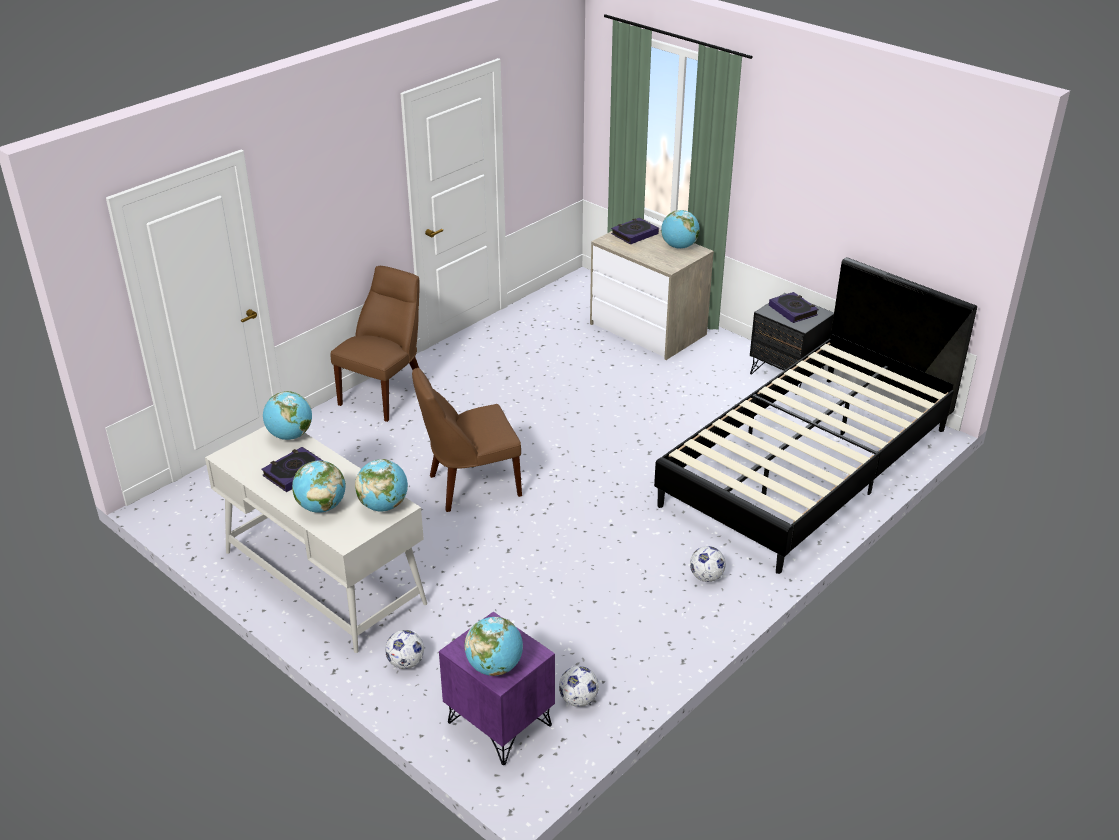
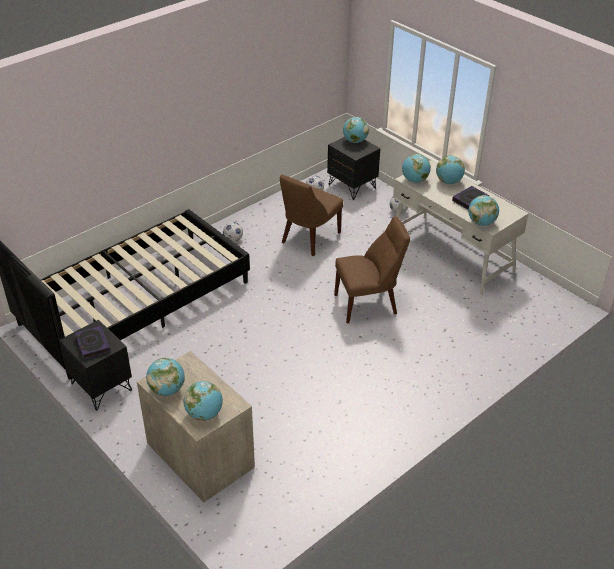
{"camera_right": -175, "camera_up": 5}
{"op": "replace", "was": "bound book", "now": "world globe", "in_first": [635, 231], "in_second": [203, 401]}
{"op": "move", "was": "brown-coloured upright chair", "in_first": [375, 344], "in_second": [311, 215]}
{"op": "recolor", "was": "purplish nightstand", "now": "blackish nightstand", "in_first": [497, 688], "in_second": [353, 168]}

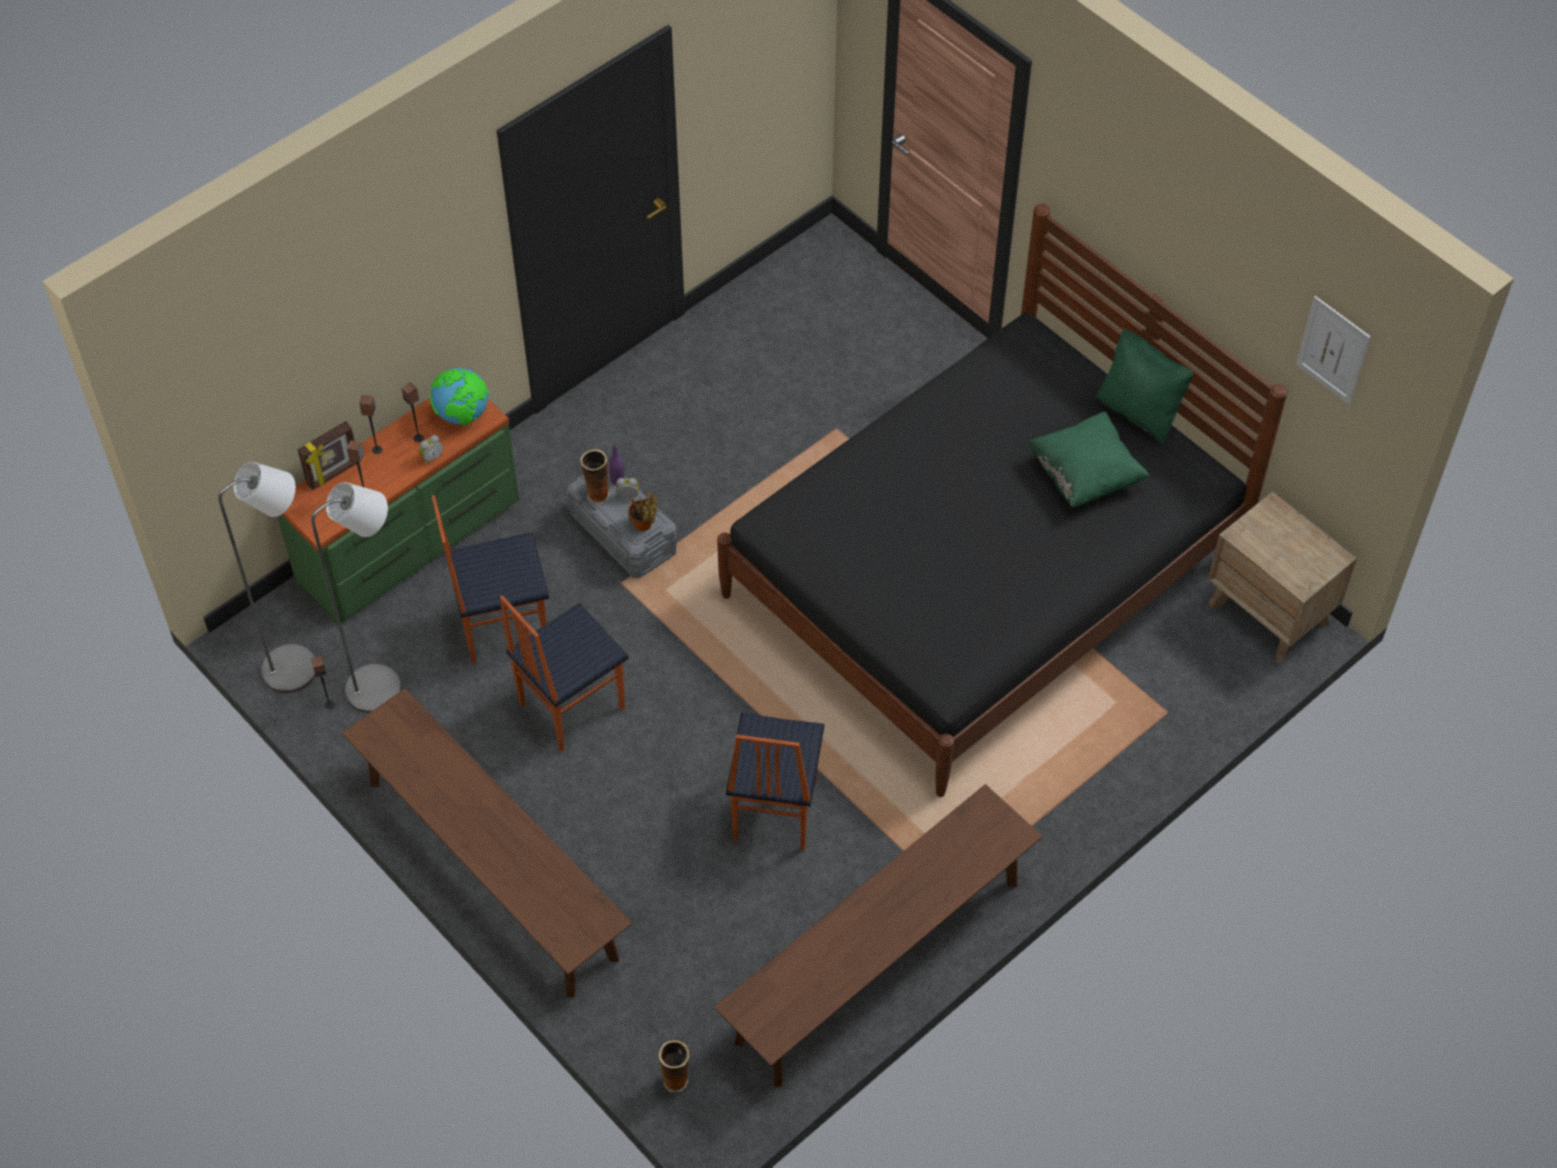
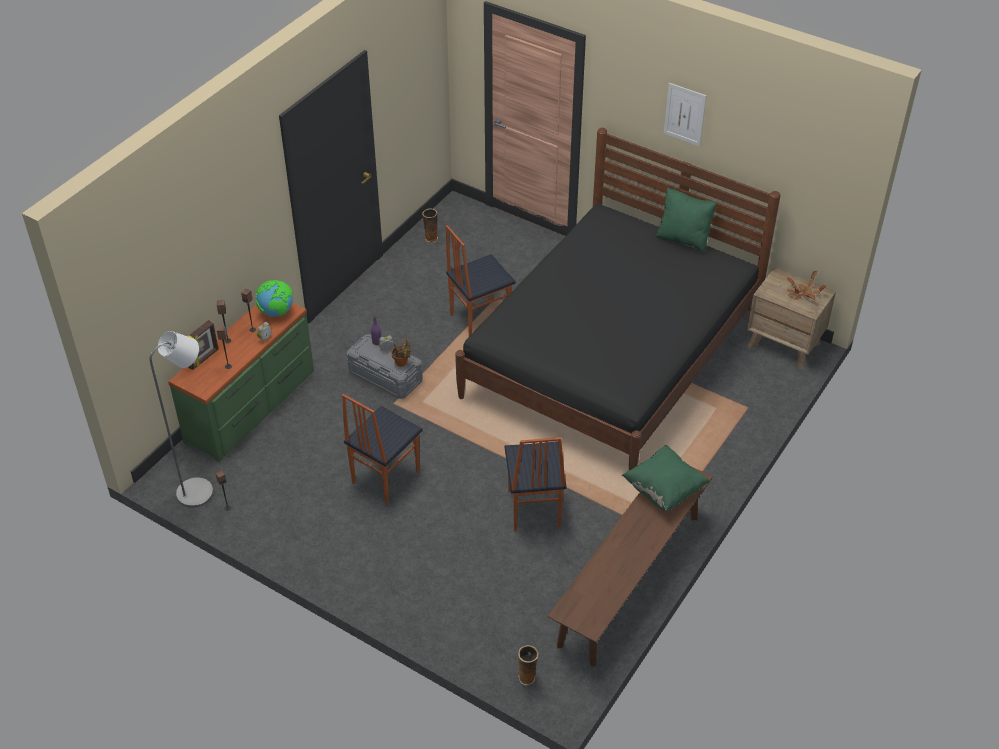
{"camera_right": -15, "camera_up": -10}
{"op": "move", "was": "wall picture", "in_first": [1333, 350], "in_second": [685, 114]}
{"op": "move", "was": "green pillow", "in_first": [1088, 459], "in_second": [666, 478]}
{"op": "move", "was": "flower vase", "in_first": [595, 476], "in_second": [430, 225]}
{"op": "delete", "was": "greyish standing lamp", "in_first": [356, 597]}
{"op": "move", "was": "upright chair", "in_first": [490, 579], "in_second": [481, 280]}
{"op": "delete", "was": "brown-coloured bench", "in_first": [487, 843]}
{"op": "insert", "now": "potted plant", "in_second": [806, 285]}

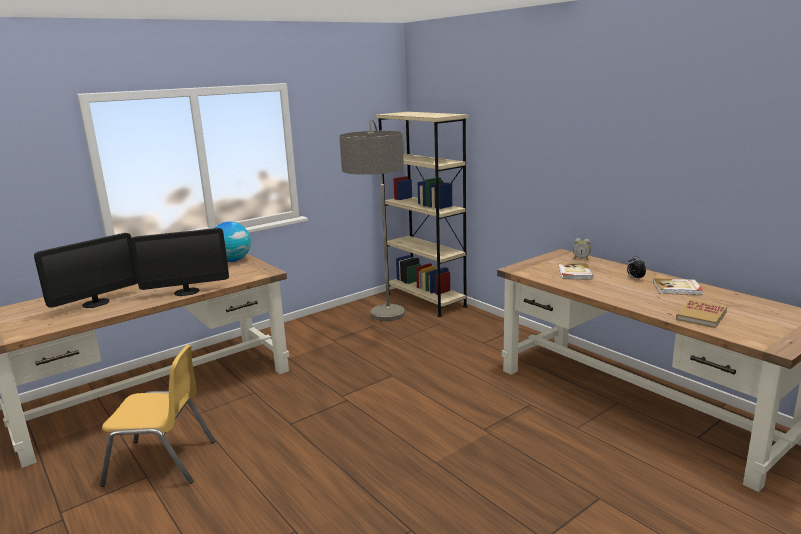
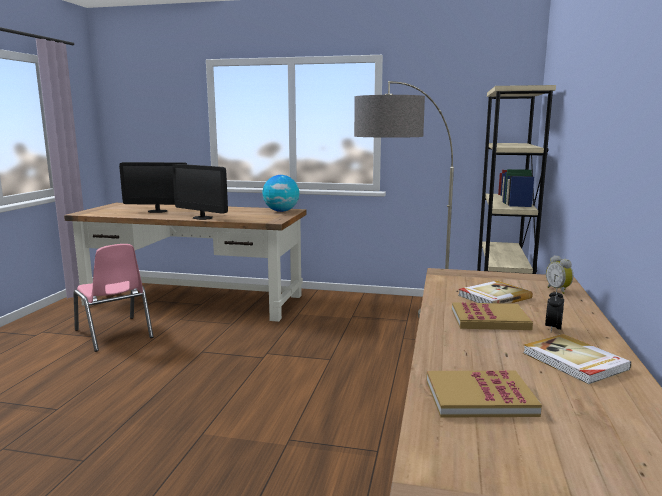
{"camera_right": 50, "camera_up": -5}
{"op": "recolor", "was": "yellowish upright chair", "now": "pink-coloured upright chair", "in_first": [157, 416], "in_second": [113, 298]}
{"op": "insert", "now": "bound book", "in_second": [492, 316]}

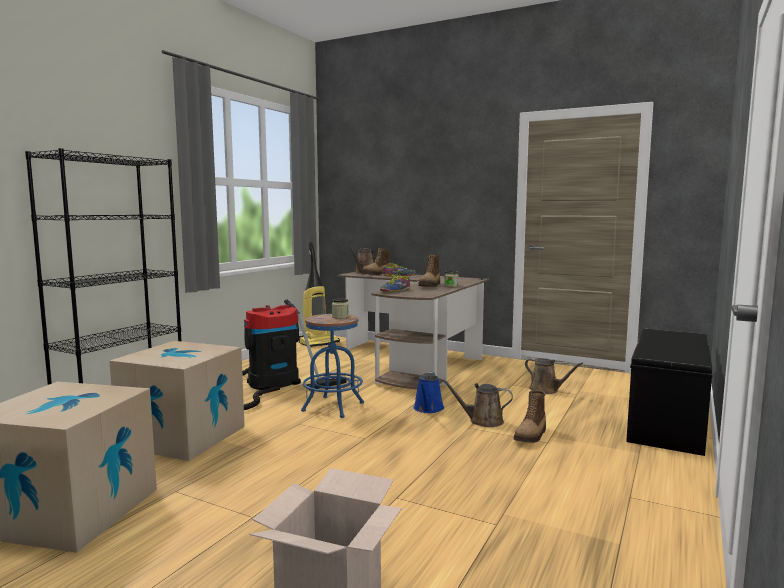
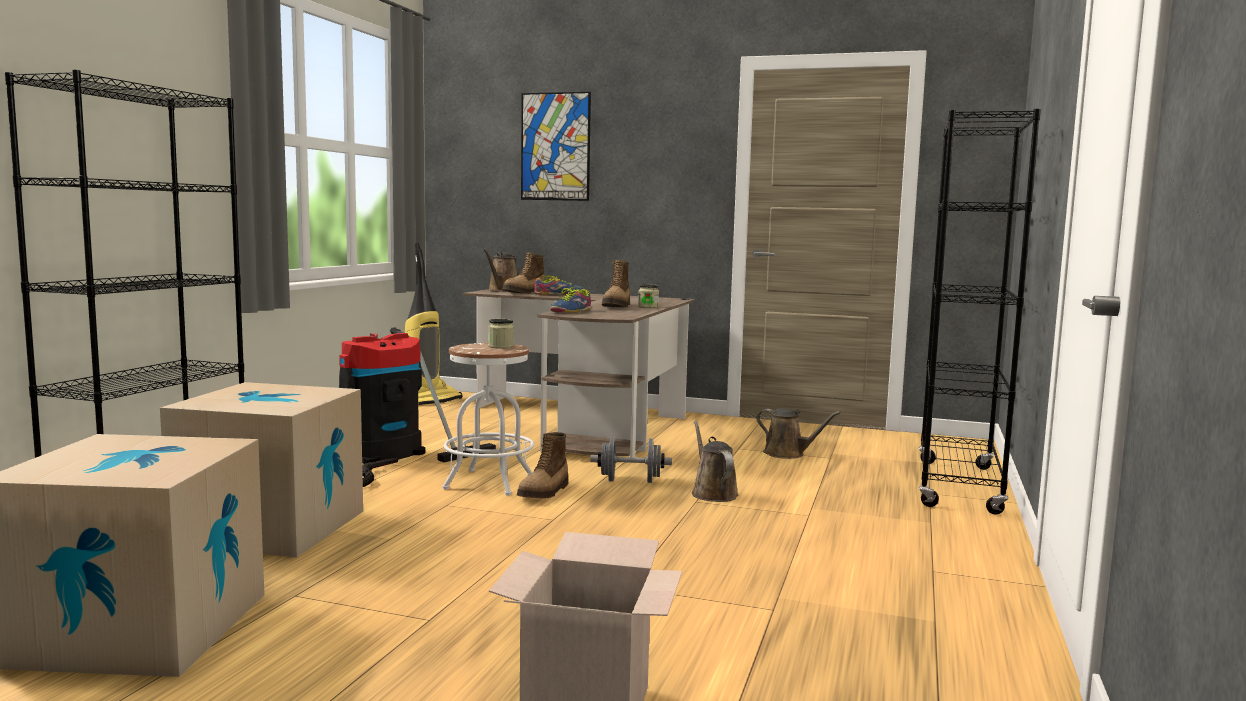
{"camera_right": -10, "camera_up": 0}
{"op": "recolor", "was": "blue stool", "now": "white stool", "in_first": [332, 366], "in_second": [488, 419]}
{"op": "replace", "was": "blackish bench", "now": "blackish bookcase", "in_first": [669, 392], "in_second": [980, 312]}
{"op": "replace", "was": "blue sprinkling can", "now": "greyish hand weight", "in_first": [429, 392], "in_second": [631, 460]}
{"op": "rotate", "was": "brown-coloured sprinkling can", "in_first": [477, 402], "in_second": [715, 461], "clockwise": 75}
{"op": "move", "was": "high-top boot", "in_first": [529, 416], "in_second": [543, 465]}
{"op": "insert", "now": "wall picture", "in_second": [556, 146]}

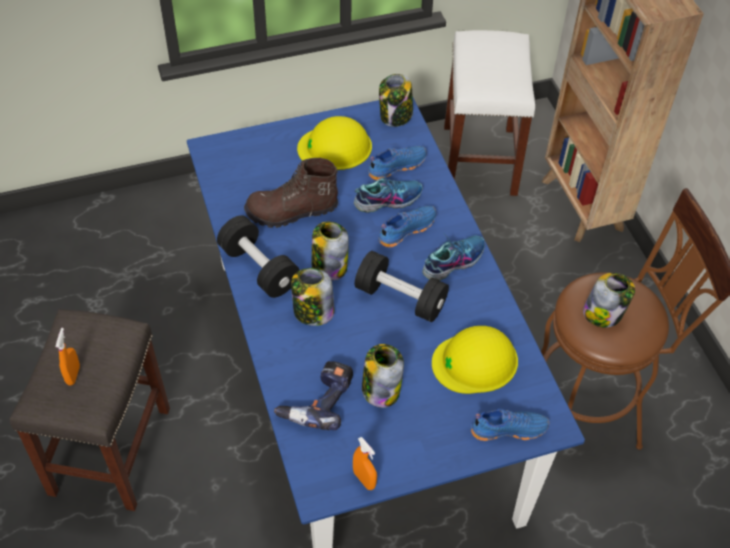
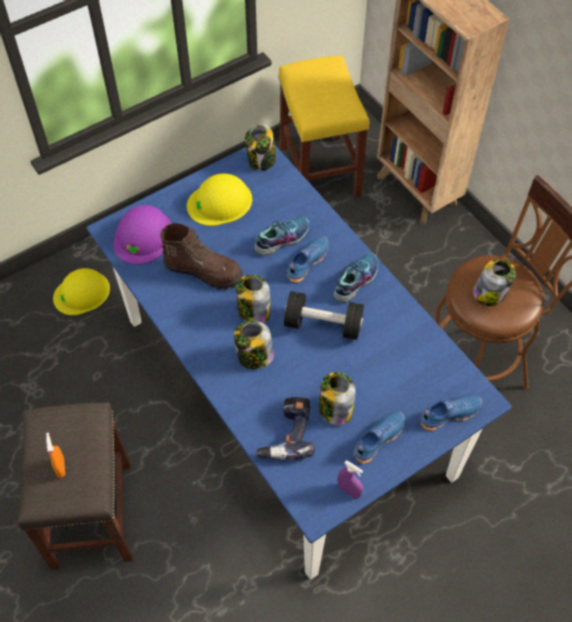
{"camera_right": -15, "camera_up": 5}
{"op": "recolor", "was": "white stool", "now": "yellowish stool", "in_first": [489, 113], "in_second": [323, 126]}
{"op": "move", "was": "blue shoe", "in_first": [397, 163], "in_second": [379, 437]}
{"op": "rotate", "was": "brown-coloured high-top boot", "in_first": [291, 193], "in_second": [201, 256], "clockwise": -135}
{"op": "delete", "was": "blackish hand weight", "in_first": [258, 256]}
{"op": "move", "was": "yellowish hard hat", "in_first": [475, 360], "in_second": [81, 291]}
{"op": "recolor", "was": "orange hand sprayer", "now": "purplish hand sprayer", "in_first": [365, 463], "in_second": [350, 479]}
{"op": "insert", "now": "purplish hard hat", "in_second": [142, 235]}

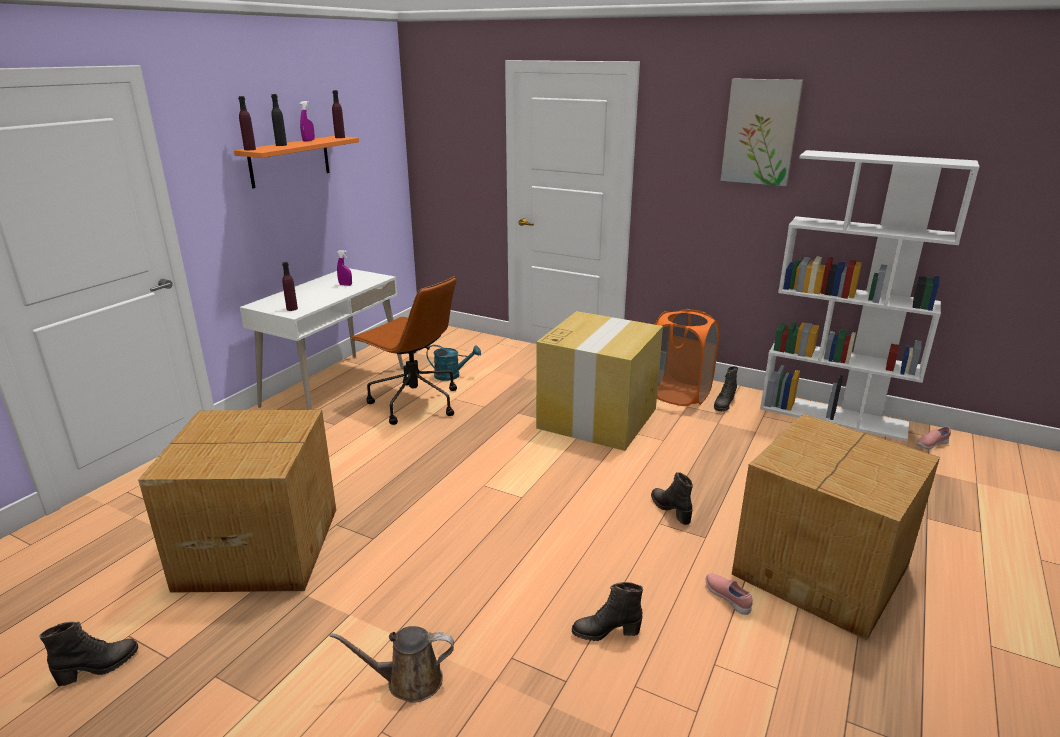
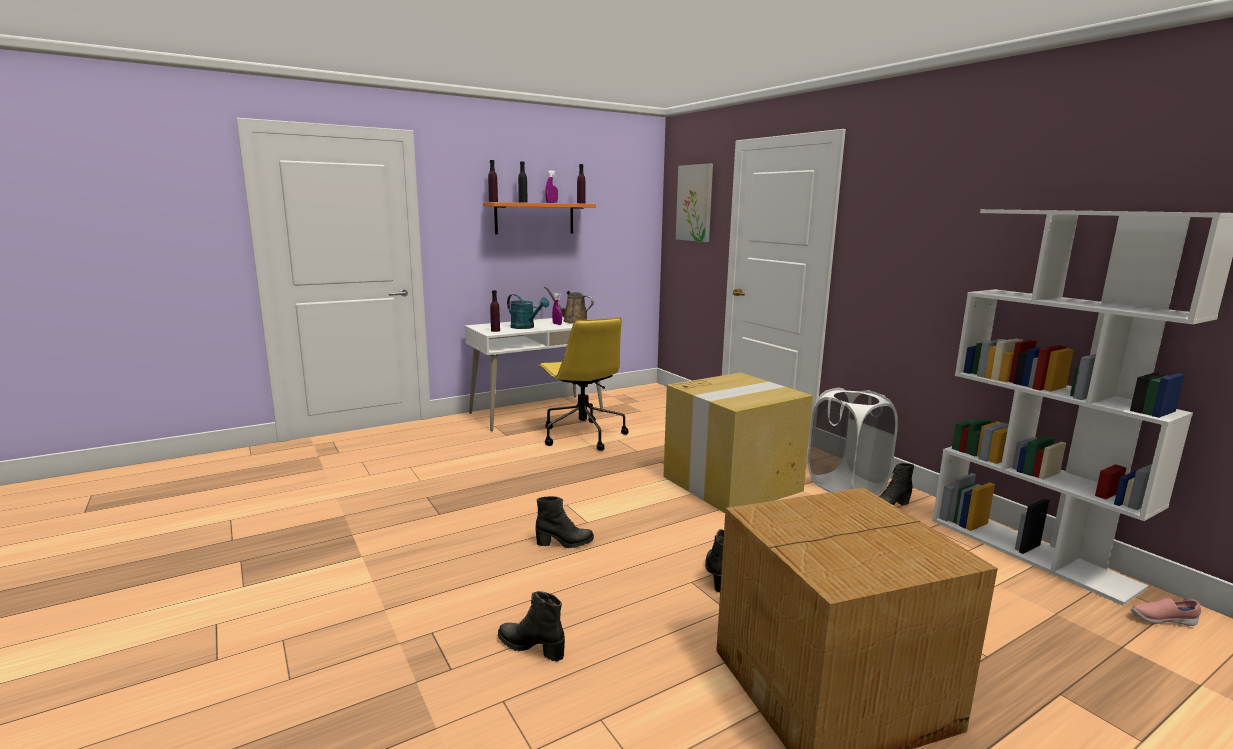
{"camera_right": 30, "camera_up": -10}
{"op": "move", "was": "wall picture", "in_first": [761, 132], "in_second": [694, 203]}
{"op": "recolor", "was": "brown-coloured computer chair", "now": "yellowish computer chair", "in_first": [403, 350], "in_second": [583, 384]}
{"op": "recolor", "was": "orange hamper", "now": "white hamper", "in_first": [687, 357], "in_second": [852, 441]}
{"op": "move", "was": "turquoise sprinkling can", "in_first": [454, 363], "in_second": [528, 311]}
{"op": "delete", "was": "packing box", "in_first": [237, 501]}
{"op": "delete", "was": "pink-coloured shoe", "in_first": [729, 594]}
{"op": "move", "was": "blackish high-top boot", "in_first": [88, 654], "in_second": [564, 522]}
{"op": "move", "was": "brown-coloured sprinkling can", "in_first": [392, 664], "in_second": [569, 305]}

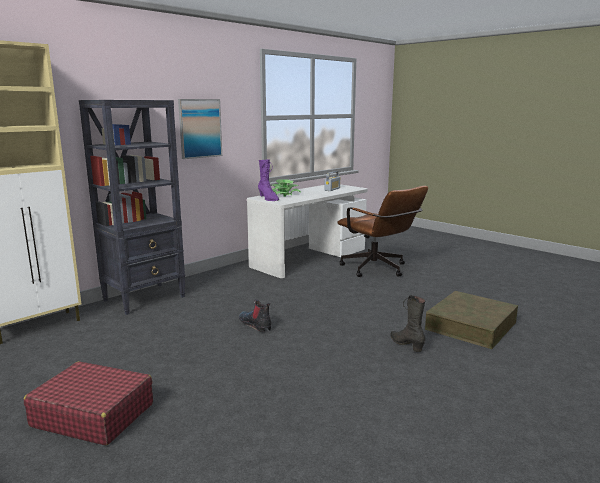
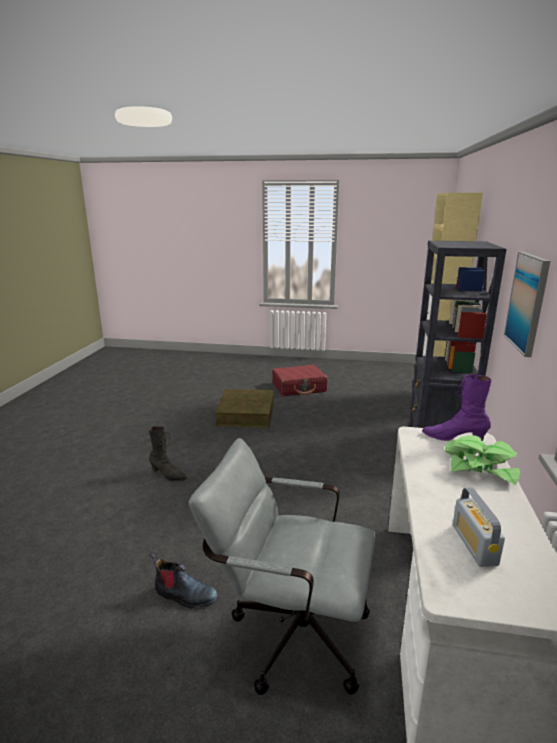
{"camera_right": 145, "camera_up": 5}
{"op": "recolor", "was": "brown-coloured computer chair", "now": "greyish computer chair", "in_first": [382, 231], "in_second": [282, 566]}
{"op": "move", "was": "brown-coloured storage box", "in_first": [471, 320], "in_second": [244, 408]}
{"op": "move", "was": "high-top boot", "in_first": [255, 316], "in_second": [183, 579]}

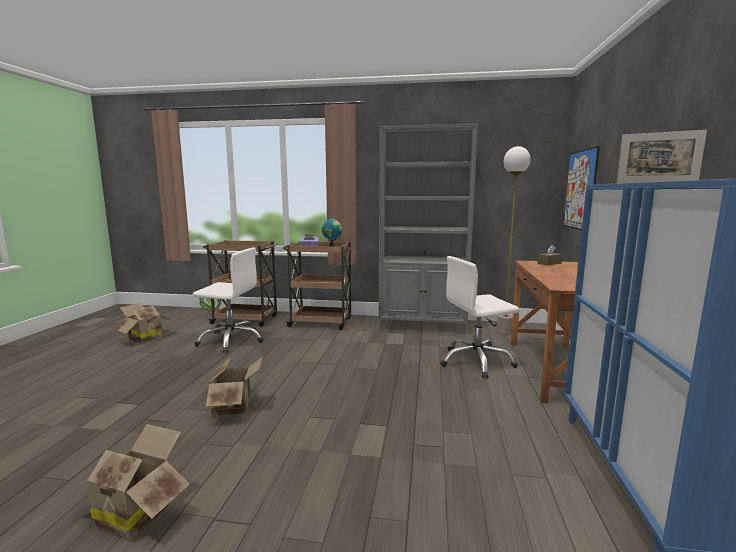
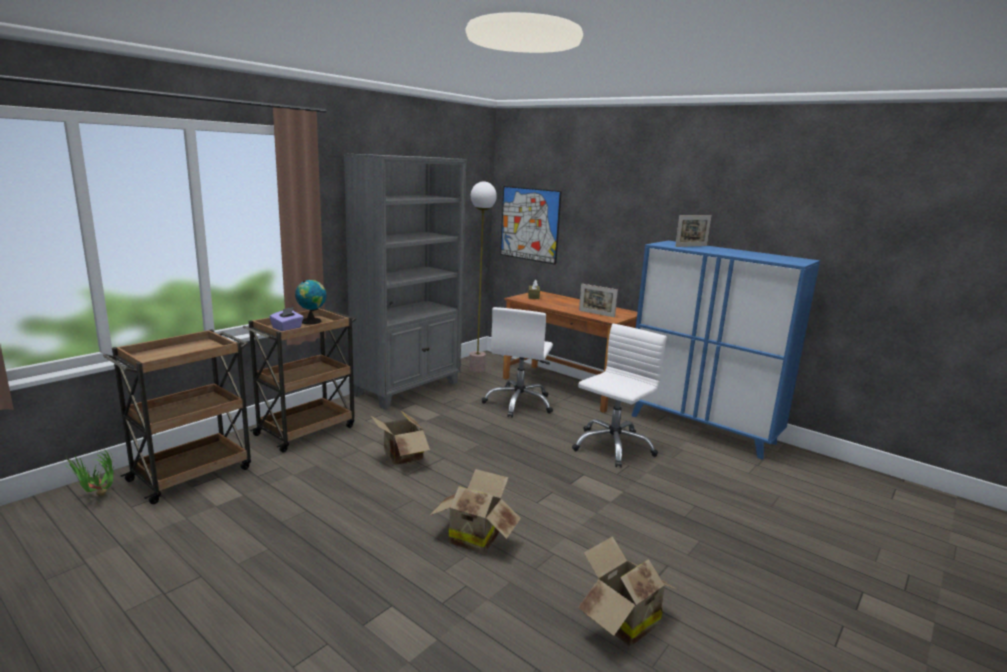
{"camera_right": -60, "camera_up": 5}
{"op": "move", "was": "white computer chair", "in_first": [228, 300], "in_second": [619, 396]}
{"op": "move", "was": "packing box", "in_first": [142, 323], "in_second": [400, 437]}
{"op": "insert", "now": "picture frame", "in_second": [598, 300]}

